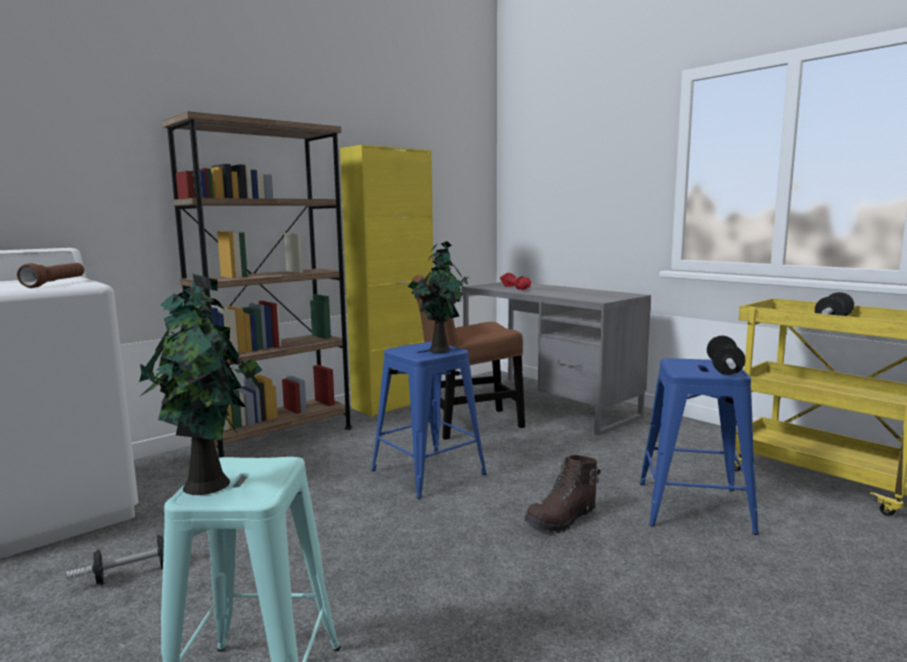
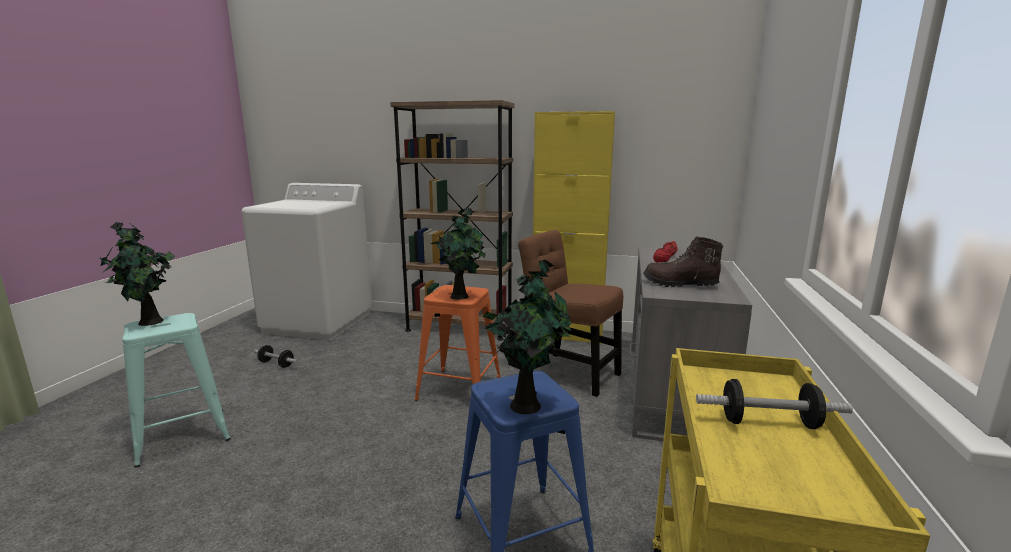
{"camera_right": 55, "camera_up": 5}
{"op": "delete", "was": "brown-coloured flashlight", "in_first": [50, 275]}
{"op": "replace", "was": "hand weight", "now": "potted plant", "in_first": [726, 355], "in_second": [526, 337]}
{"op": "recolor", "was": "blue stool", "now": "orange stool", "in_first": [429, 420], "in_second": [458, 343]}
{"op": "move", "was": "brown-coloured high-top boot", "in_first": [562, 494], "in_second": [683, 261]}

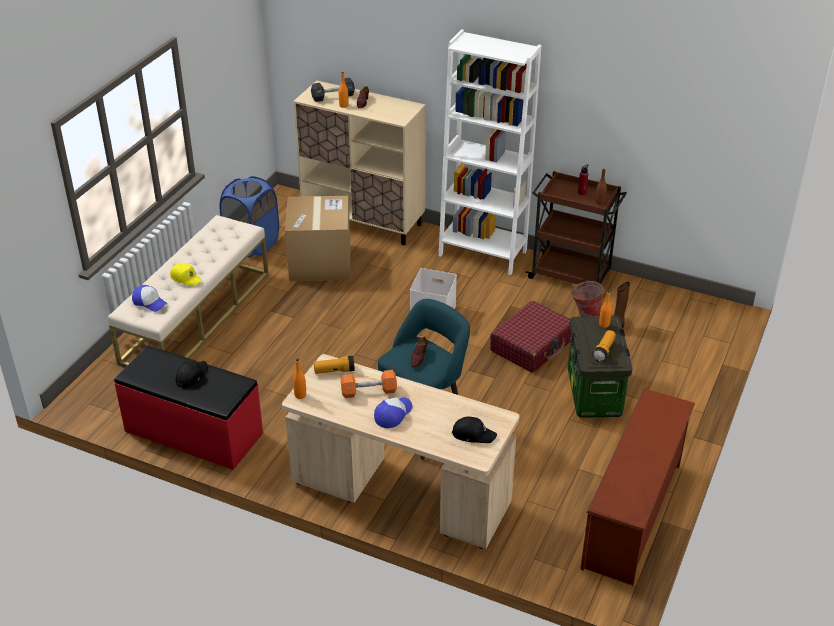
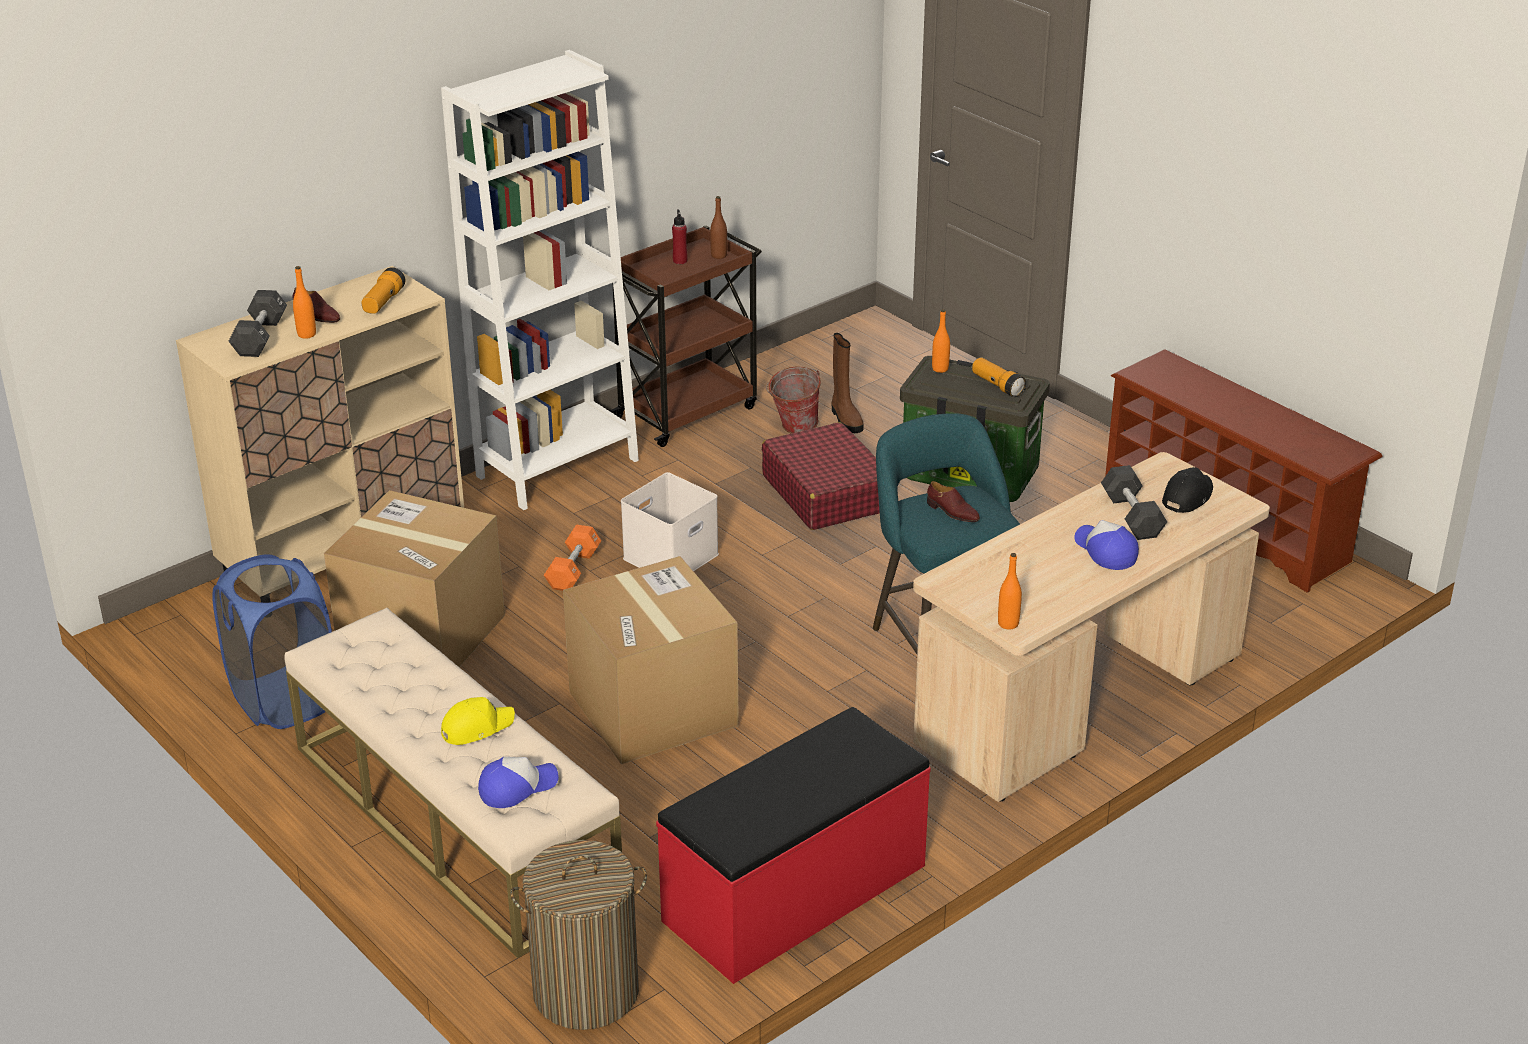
{"camera_right": -65, "camera_up": -5}
{"op": "move", "was": "flashlight", "in_first": [334, 365], "in_second": [383, 290]}
{"op": "delete", "was": "blackish baseball cap", "in_first": [191, 374]}
{"op": "move", "was": "orange hand weight", "in_first": [369, 384], "in_second": [572, 557]}
{"op": "insert", "now": "blackish hand weight", "in_second": [1134, 502]}
{"op": "insert", "now": "packing box", "in_second": [651, 660]}
{"op": "insert", "now": "hamper", "in_second": [578, 935]}

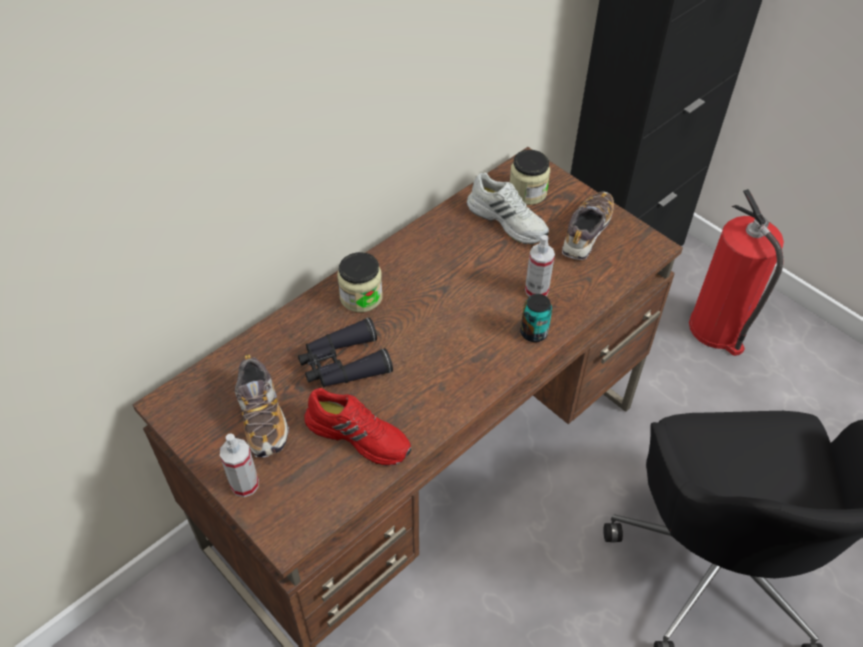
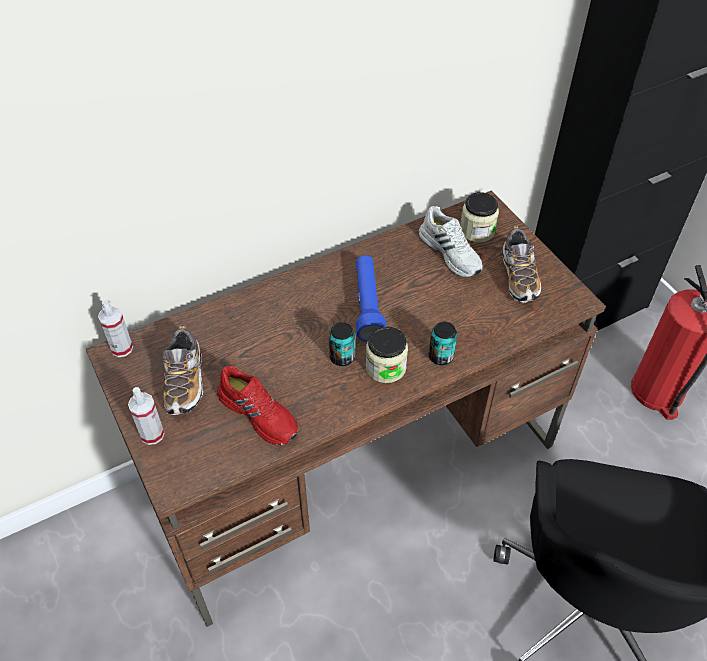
{"camera_right": 15, "camera_up": 0}
{"op": "rotate", "was": "shoe", "in_first": [588, 225], "in_second": [521, 264], "clockwise": 135}
{"op": "move", "was": "hand sprayer", "in_first": [540, 266], "in_second": [115, 328]}
{"op": "move", "was": "jar", "in_first": [360, 282], "in_second": [387, 355]}
{"op": "delete", "was": "blackish field glasses", "in_first": [345, 352]}
{"op": "insert", "now": "blue flashlight", "in_second": [371, 298]}
{"op": "insert", "now": "metal can", "in_second": [342, 344]}

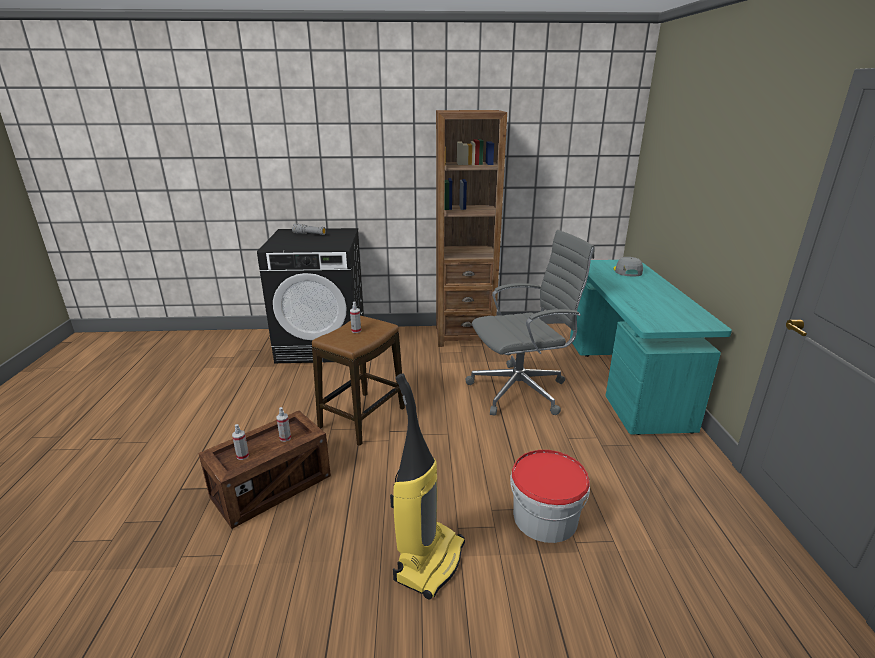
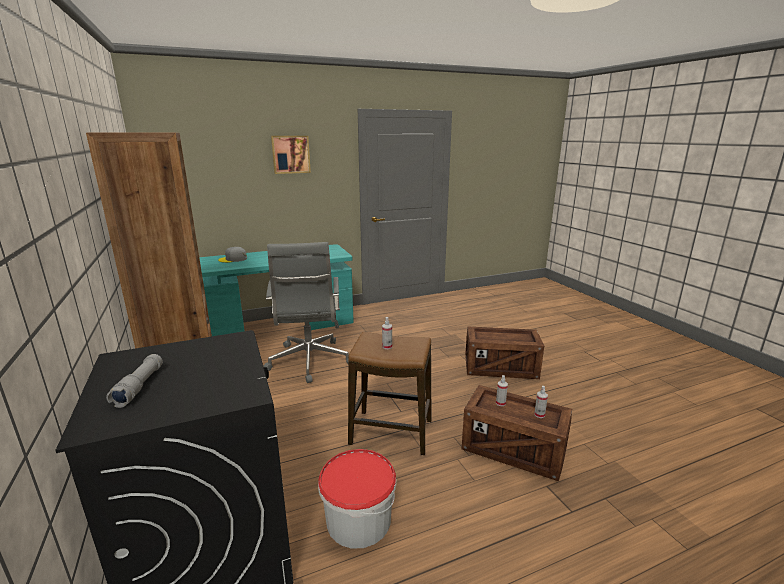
{"camera_right": -110, "camera_up": -5}
{"op": "rotate", "was": "greyish computer chair", "in_first": [530, 323], "in_second": [306, 312], "clockwise": -150}
{"op": "replace", "was": "hoover", "now": "shipping crate", "in_first": [427, 486], "in_second": [504, 353]}
{"op": "move", "was": "bucket", "in_first": [550, 496], "in_second": [357, 499]}
{"op": "insert", "now": "wall picture", "in_second": [291, 155]}

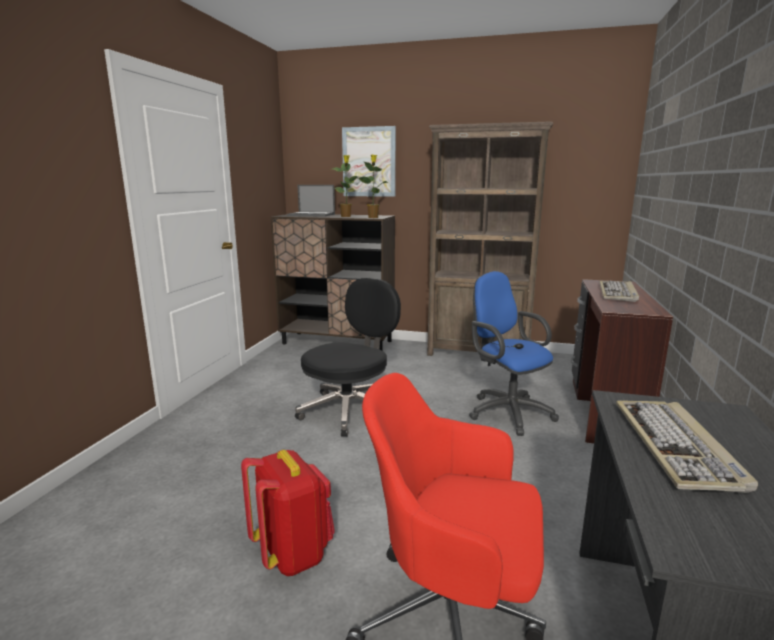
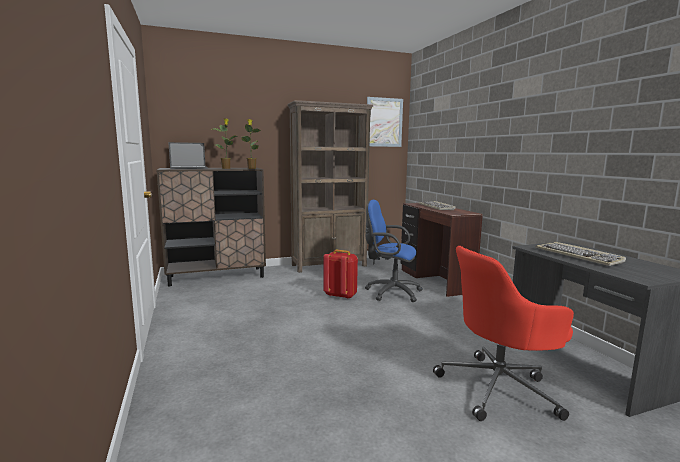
{"camera_right": -35, "camera_up": -5}
{"op": "move", "was": "wall picture", "in_first": [369, 161], "in_second": [385, 122]}
{"op": "delete", "was": "blackish computer chair", "in_first": [348, 357]}
{"op": "move", "was": "red knapsack", "in_first": [288, 513], "in_second": [340, 274]}

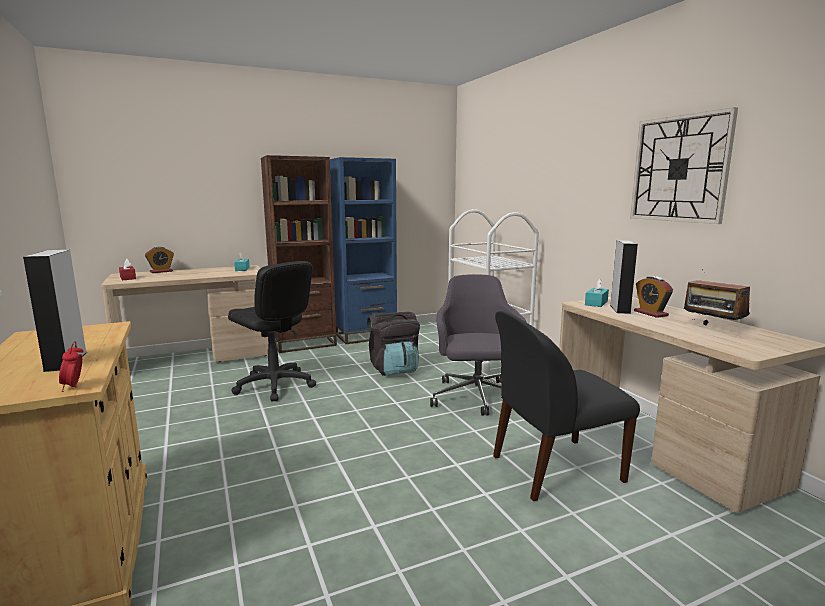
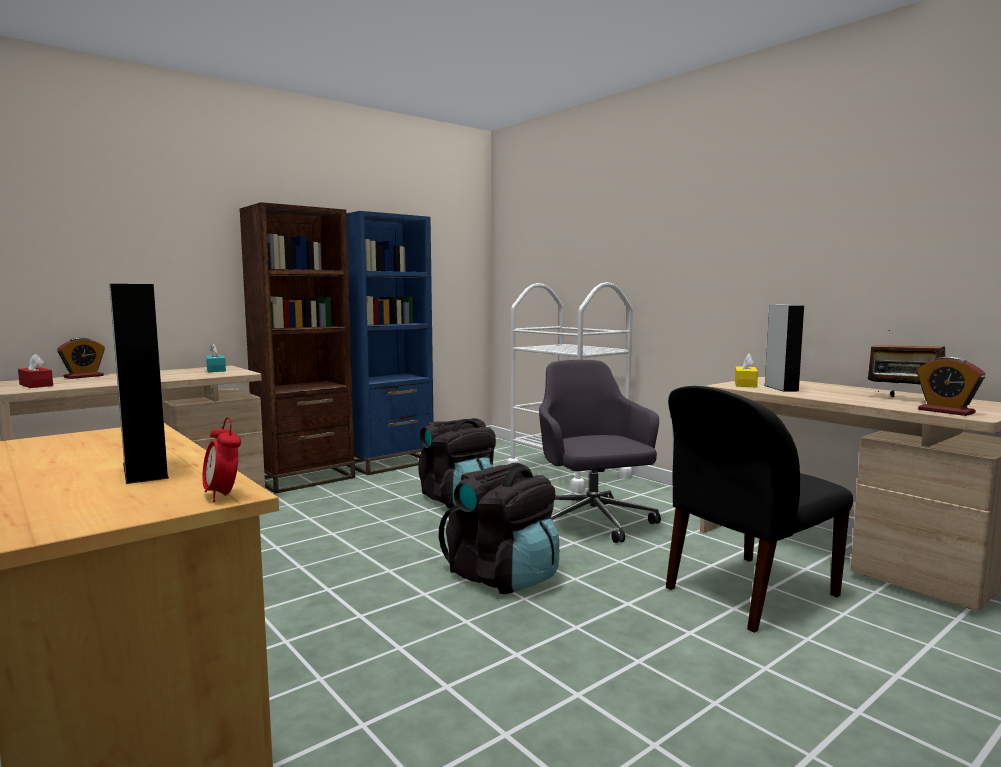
{"camera_right": -15, "camera_up": -5}
{"op": "delete", "was": "clock on the wall", "in_first": [684, 165]}
{"op": "delete", "was": "blackish computer chair", "in_first": [272, 331]}
{"op": "move", "was": "alarm clock", "in_first": [653, 297], "in_second": [951, 386]}
{"op": "recolor", "was": "turquoise tissue box", "now": "yellowish tissue box", "in_first": [597, 293], "in_second": [746, 371]}
{"op": "insert", "now": "blackish knapsack", "in_second": [499, 528]}

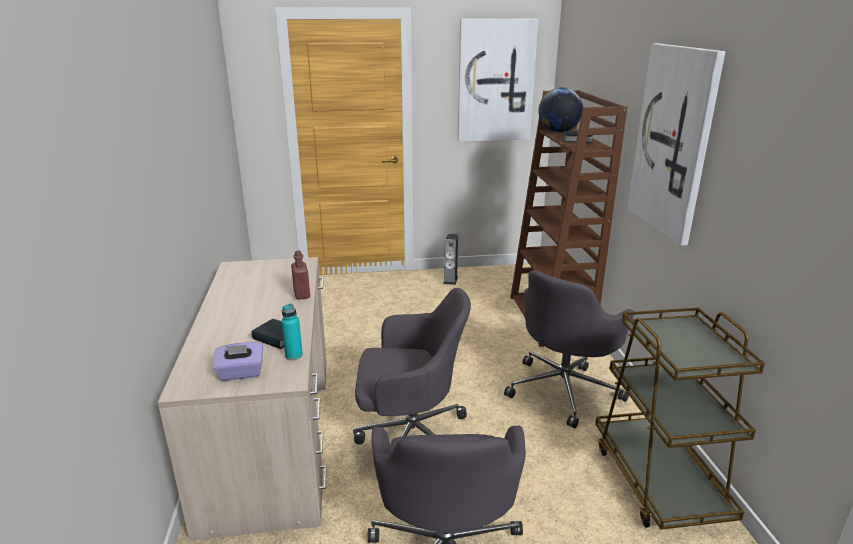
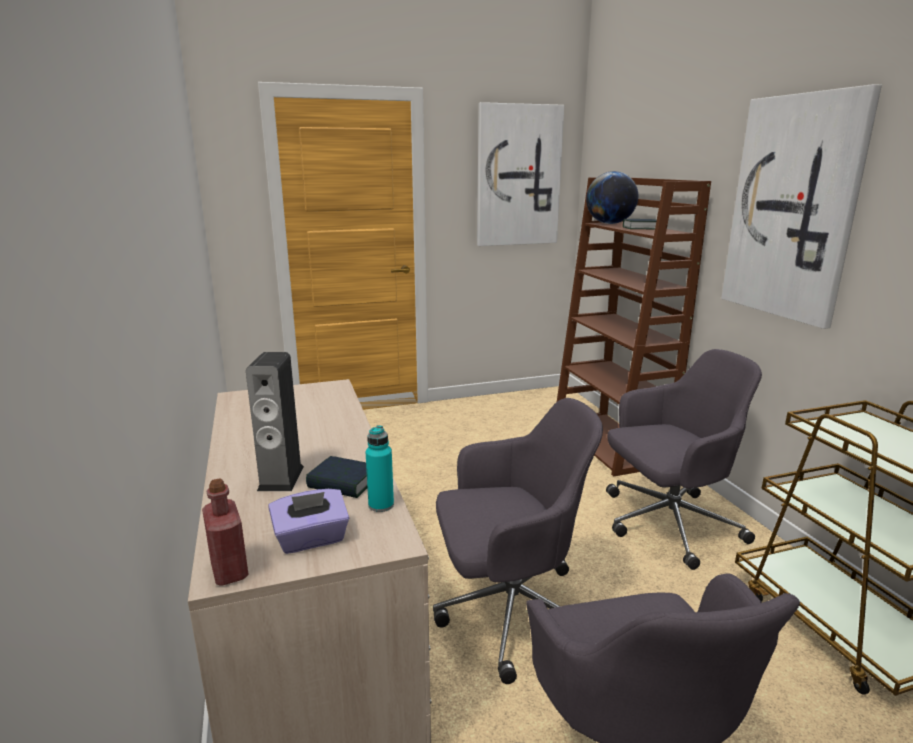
{"camera_right": -10, "camera_up": -5}
{"op": "move", "was": "audio speaker", "in_first": [450, 259], "in_second": [275, 421]}
{"op": "move", "was": "red beverage bottle", "in_first": [300, 275], "in_second": [225, 532]}
{"op": "rotate", "was": "greyish computer chair", "in_first": [569, 349], "in_second": [684, 459], "clockwise": -135}

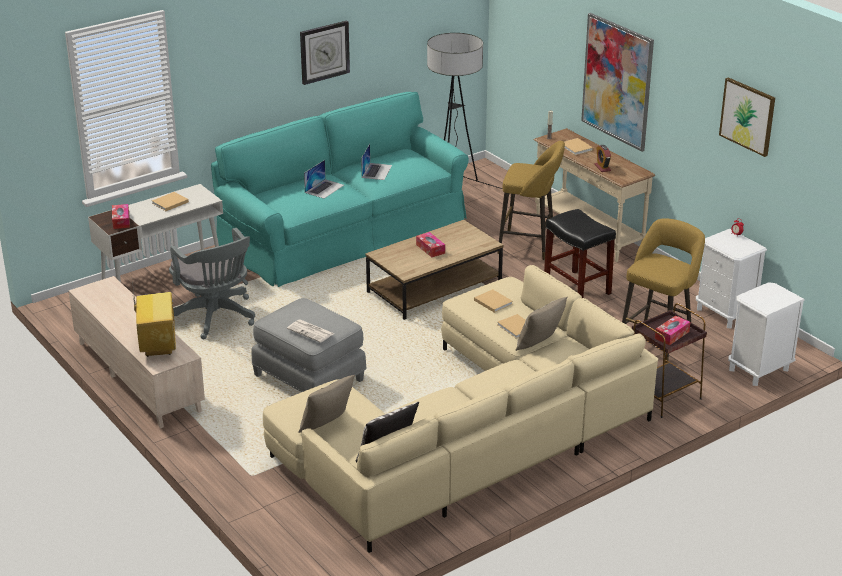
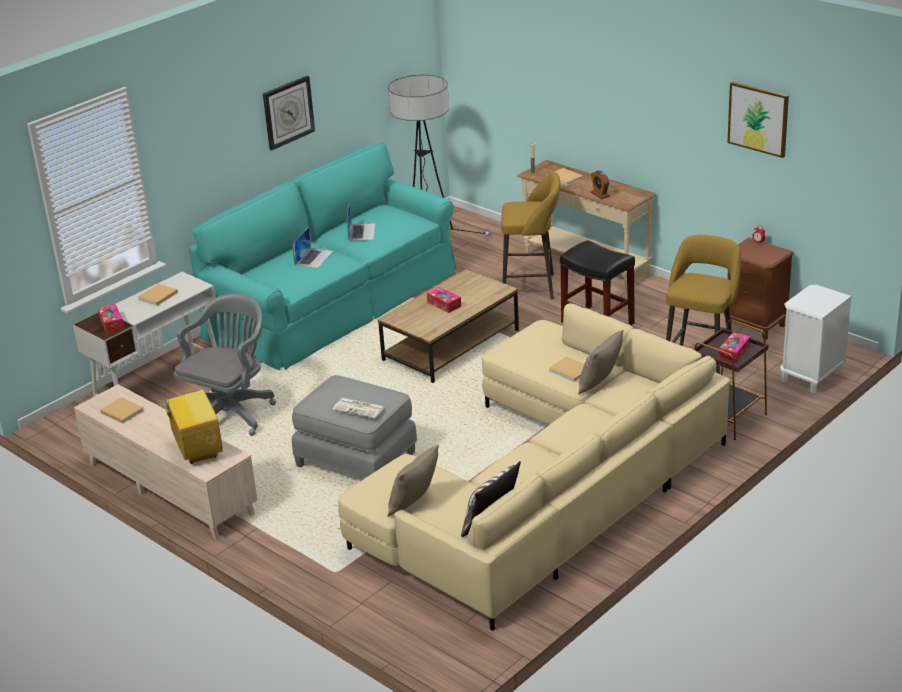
{"camera_right": -10, "camera_up": 0}
{"op": "delete", "was": "wall picture", "in_first": [617, 82]}
{"op": "rotate", "was": "greyish computer chair", "in_first": [212, 283], "in_second": [225, 364], "clockwise": -105}
{"op": "recolor", "was": "white nightstand", "now": "brown-coloured nightstand", "in_first": [731, 279], "in_second": [758, 289]}
{"op": "move", "was": "beige-coloured bound book", "in_first": [493, 301], "in_second": [122, 410]}

